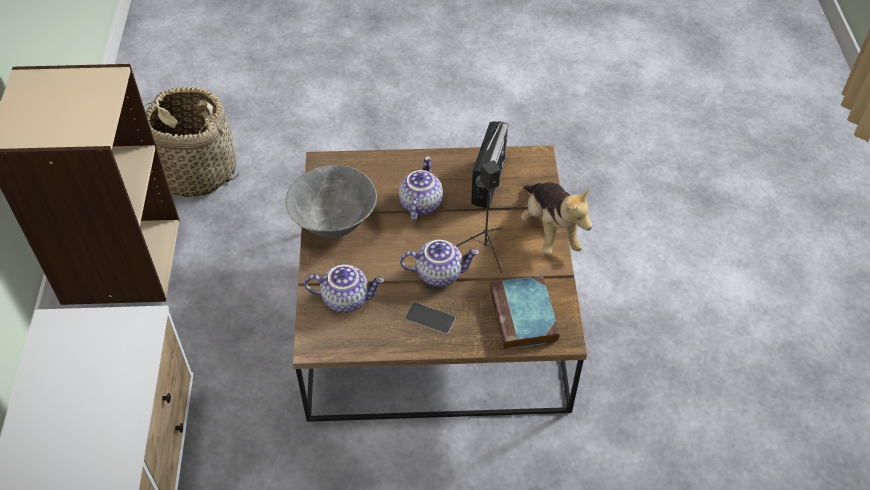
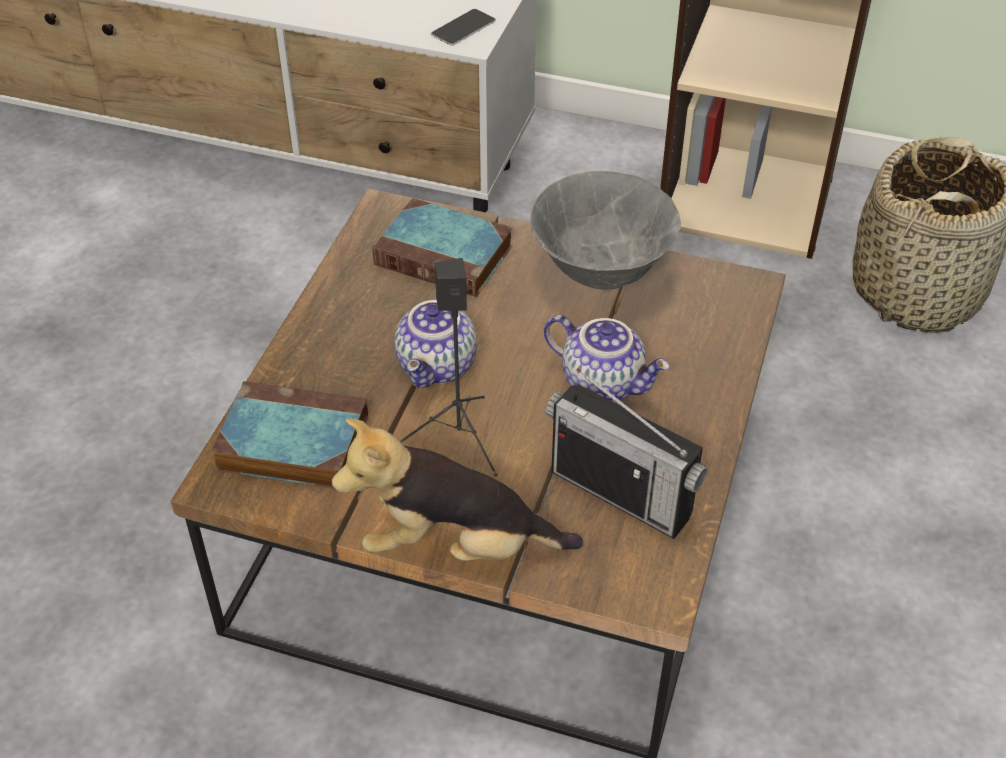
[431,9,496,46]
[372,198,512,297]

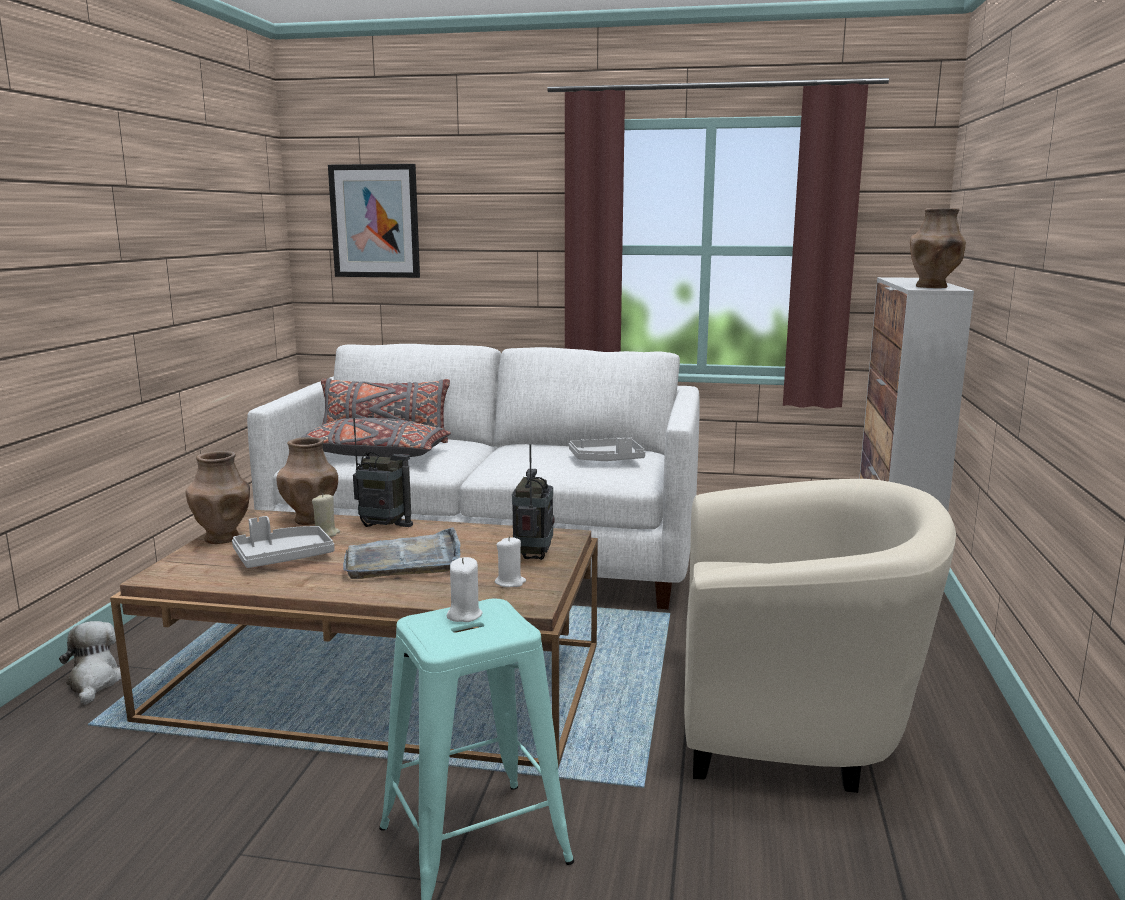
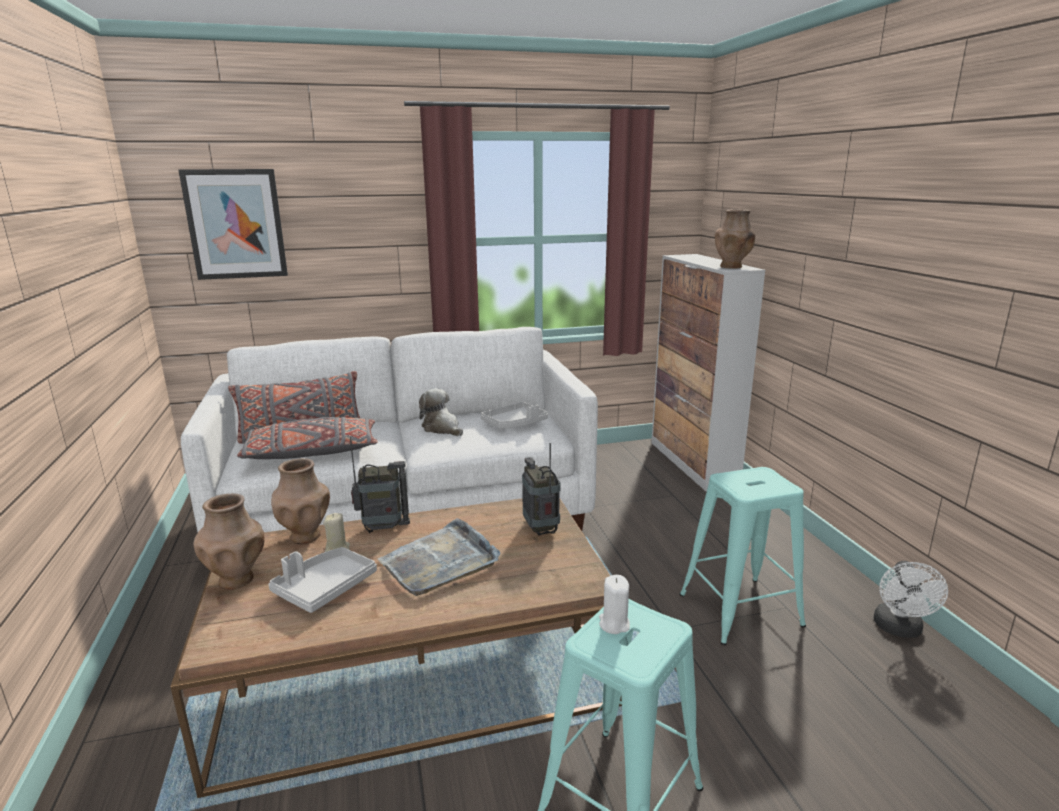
[495,536,526,587] (first image)
[874,561,948,638]
[419,388,463,436]
[680,467,806,645]

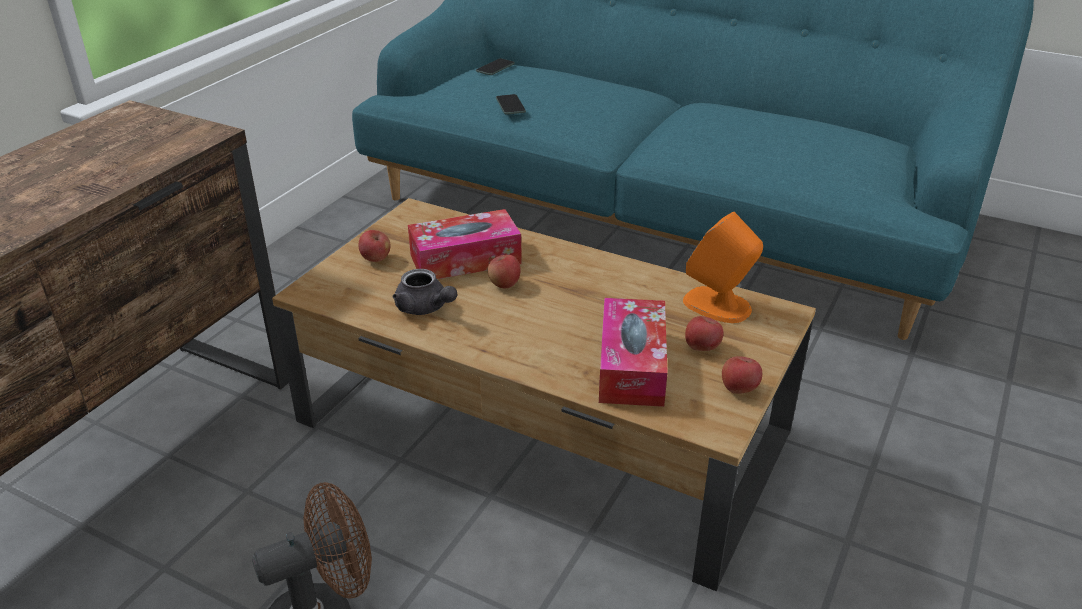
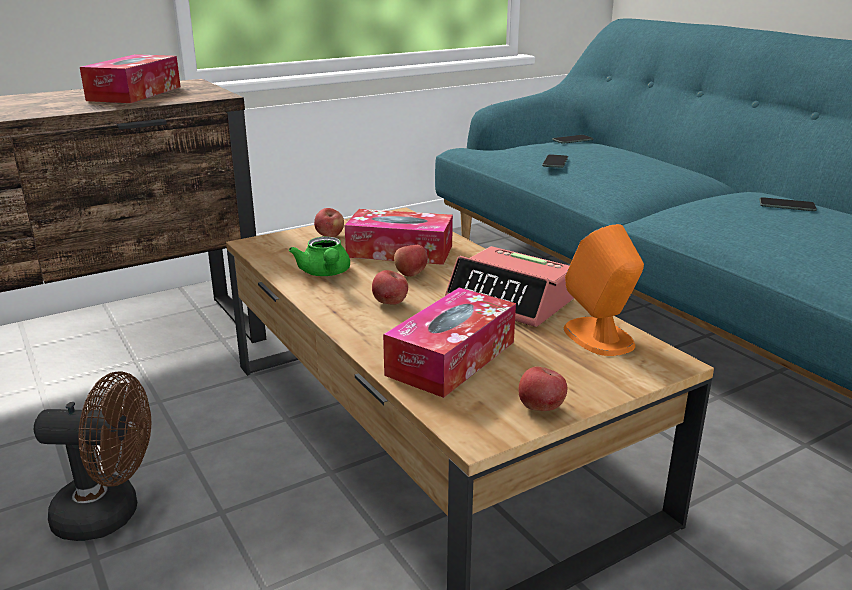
[80,54,181,103]
[445,246,574,327]
[759,197,817,211]
[372,270,408,304]
[289,237,350,276]

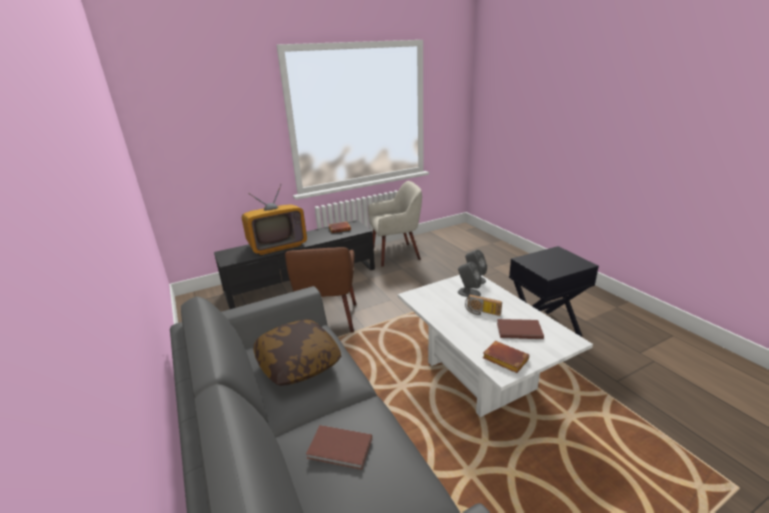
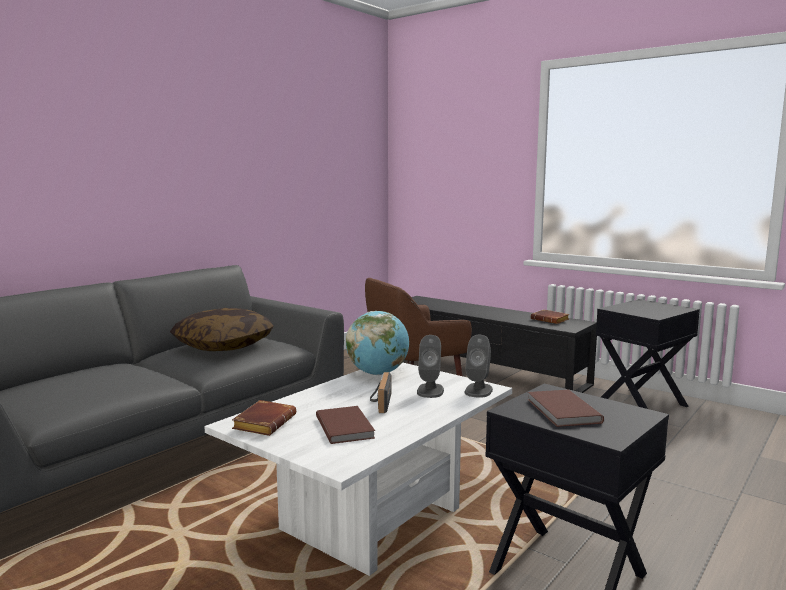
[242,184,307,255] (first image)
[346,311,409,375]
[527,390,604,427]
[596,299,700,409]

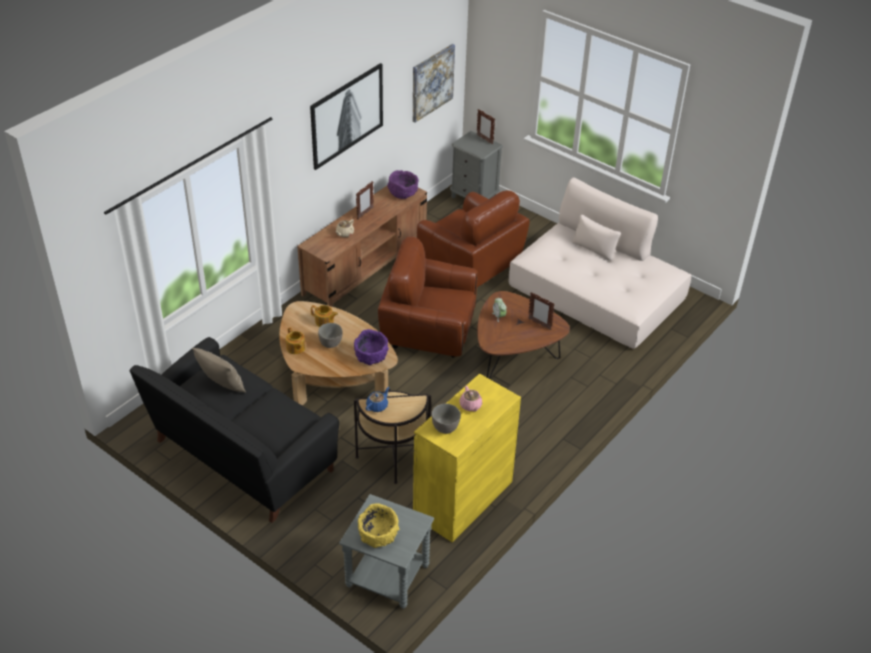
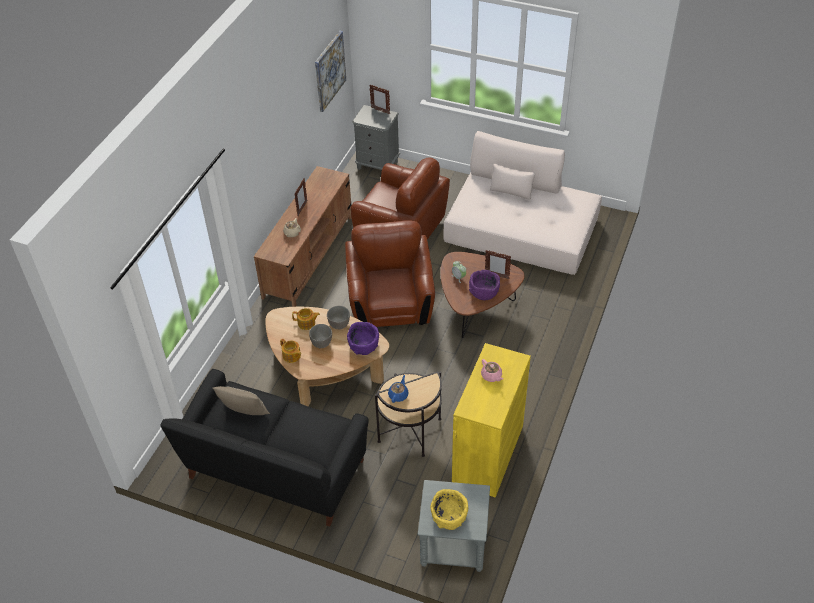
[310,63,383,170] (first image)
[469,270,500,300]
[327,306,350,329]
[345,220,435,327]

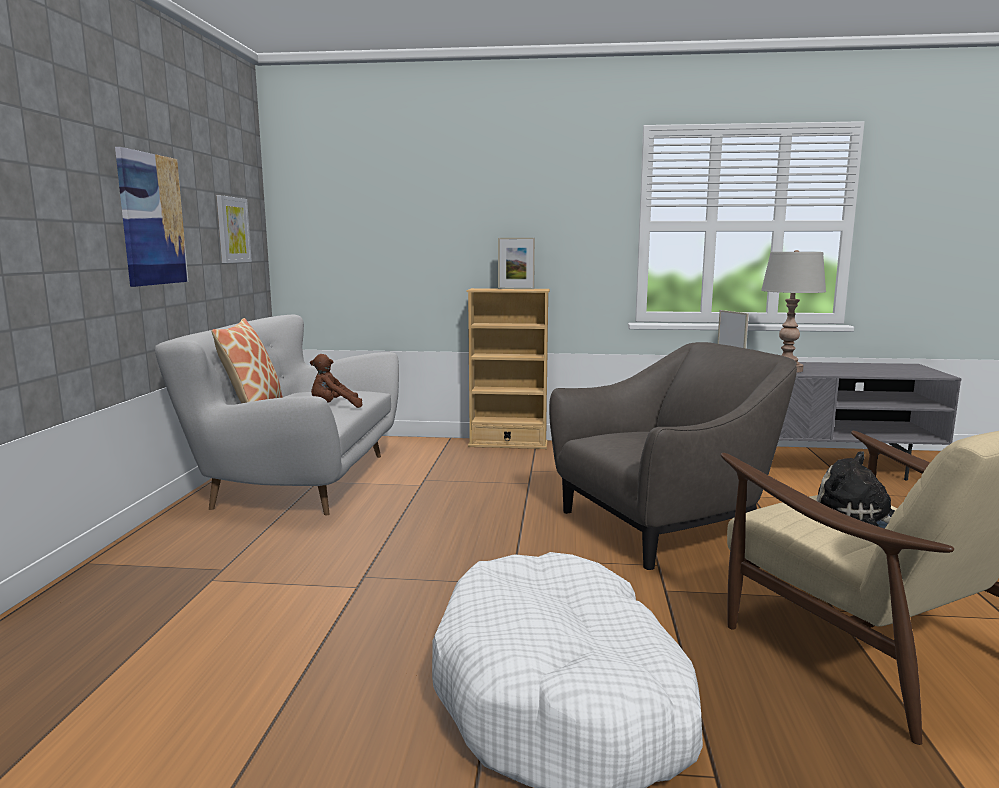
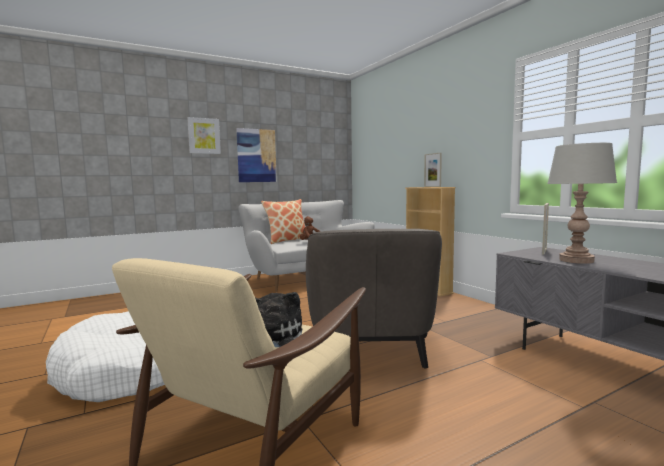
[187,117,221,154]
[306,229,442,369]

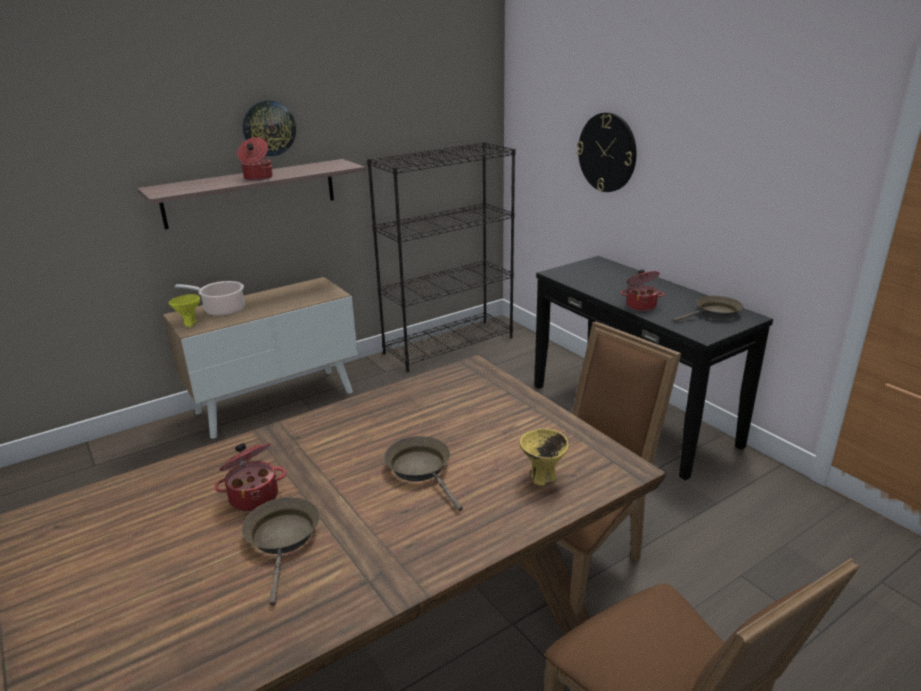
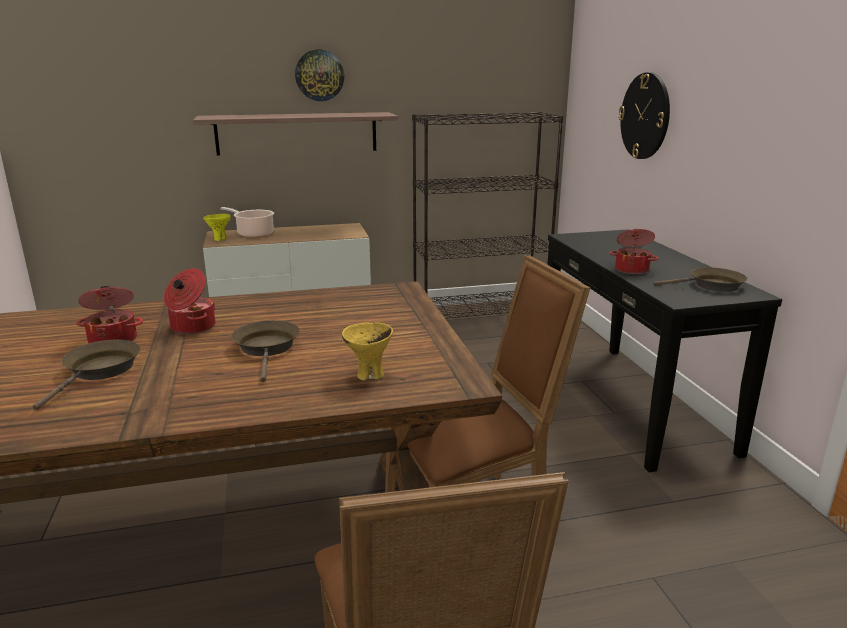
[164,268,215,335]

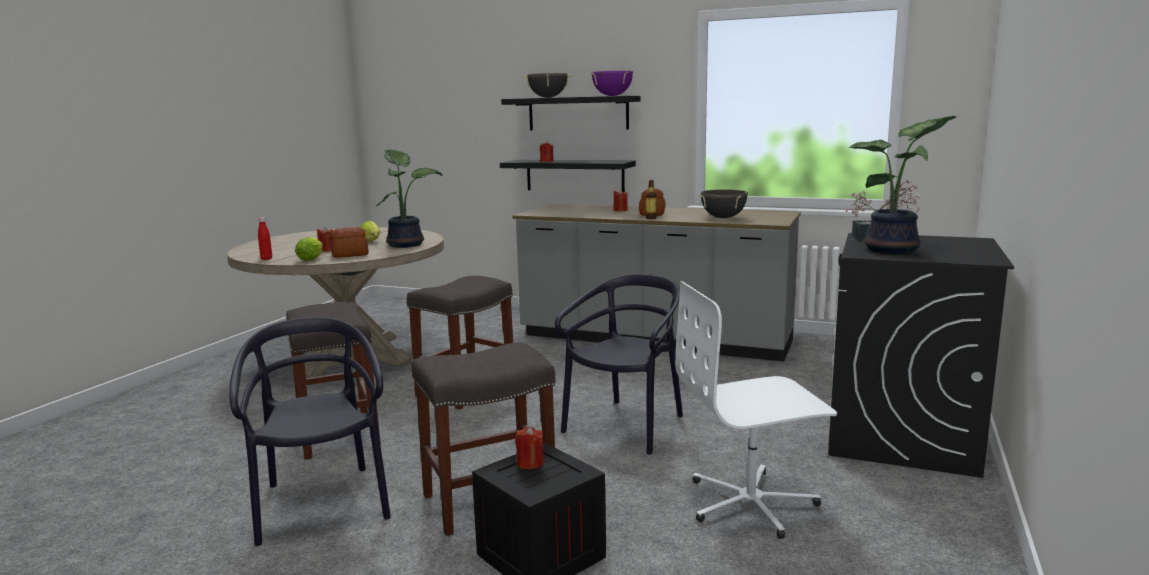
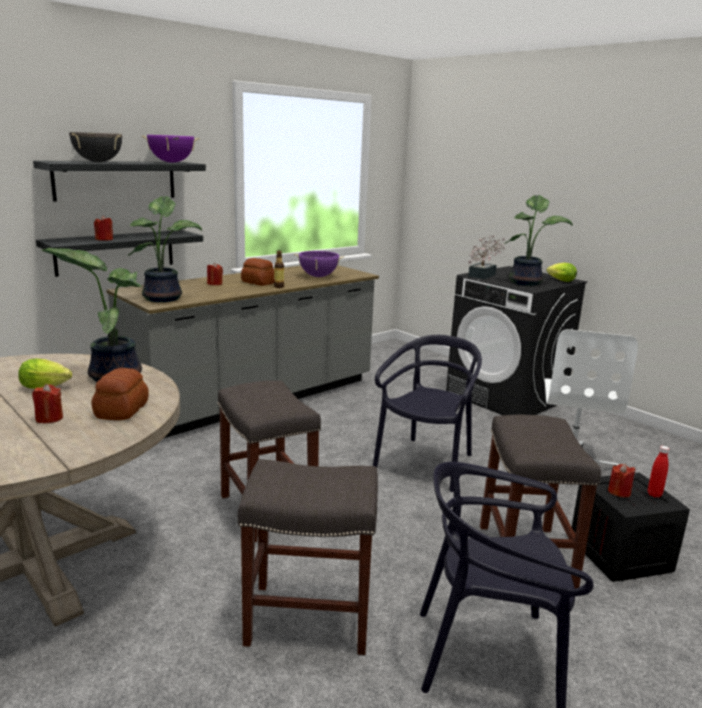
[128,196,202,302]
[648,446,669,498]
[546,263,577,282]
[294,251,344,277]
[373,335,482,492]

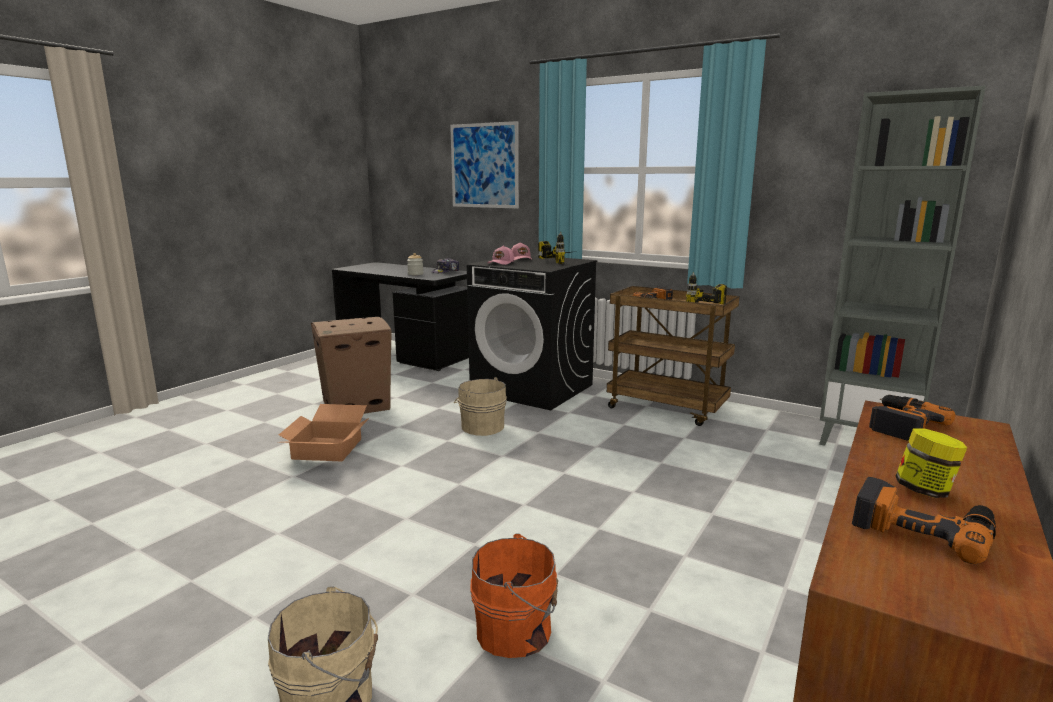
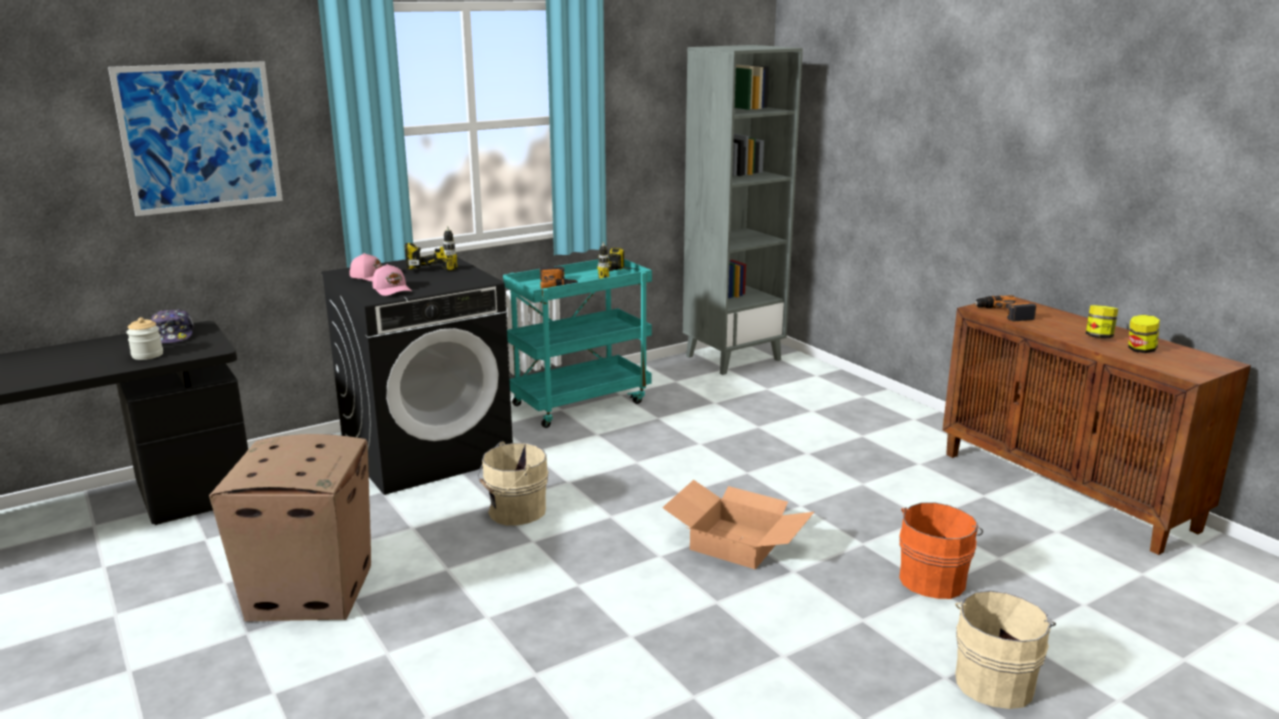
[662,480,814,569]
[1128,315,1160,353]
[503,259,652,428]

